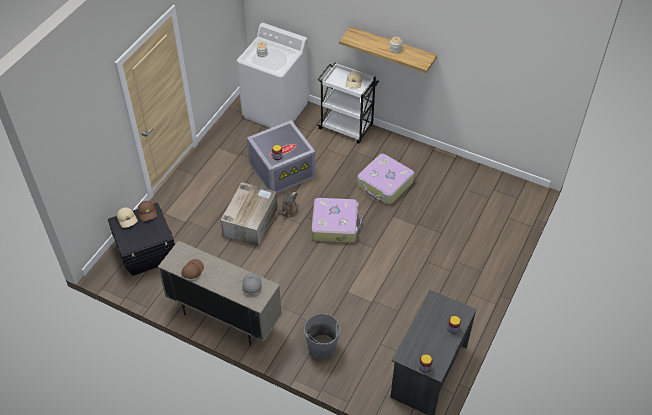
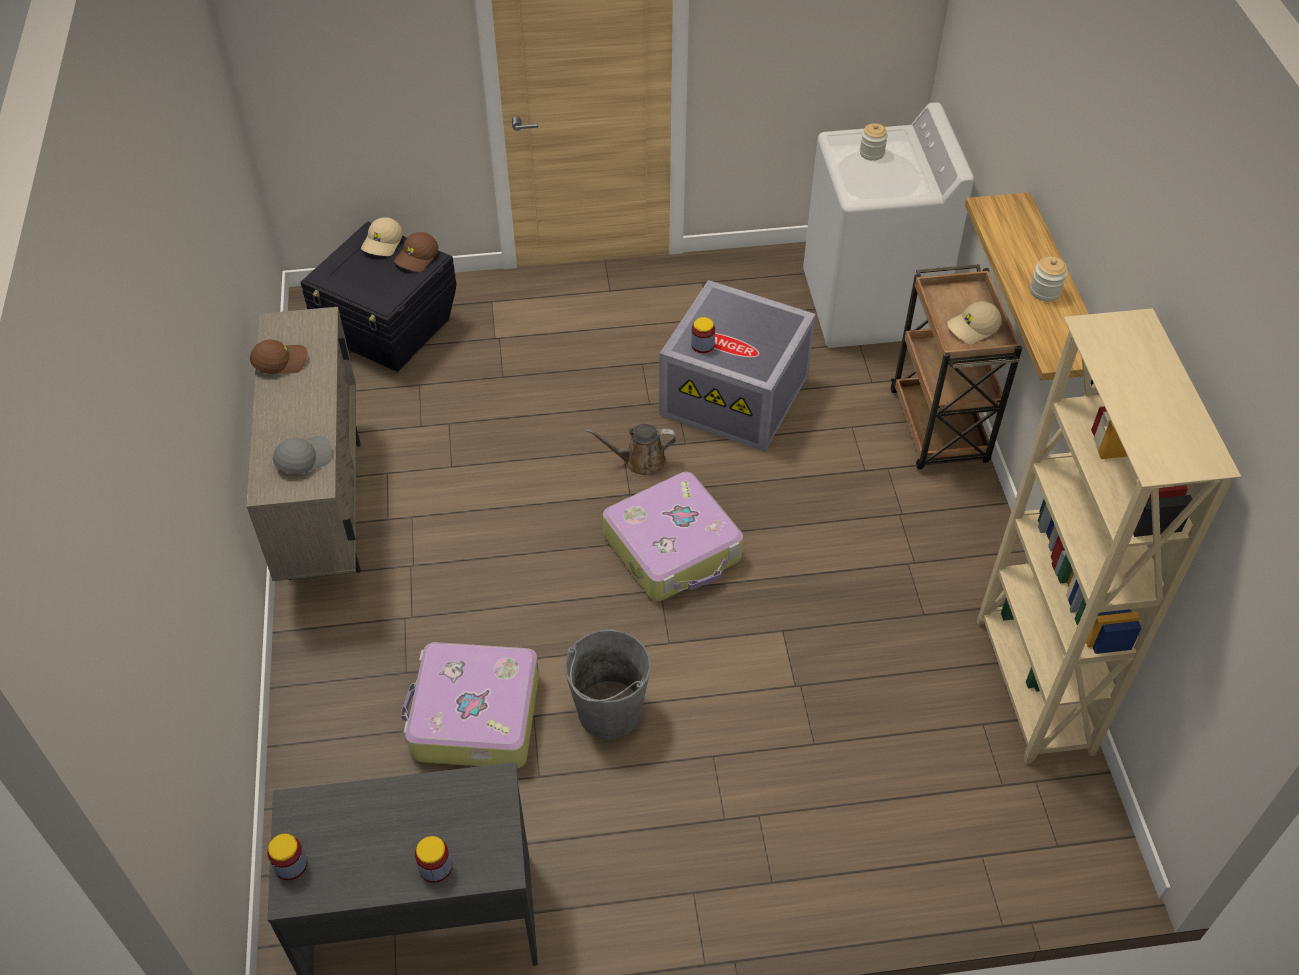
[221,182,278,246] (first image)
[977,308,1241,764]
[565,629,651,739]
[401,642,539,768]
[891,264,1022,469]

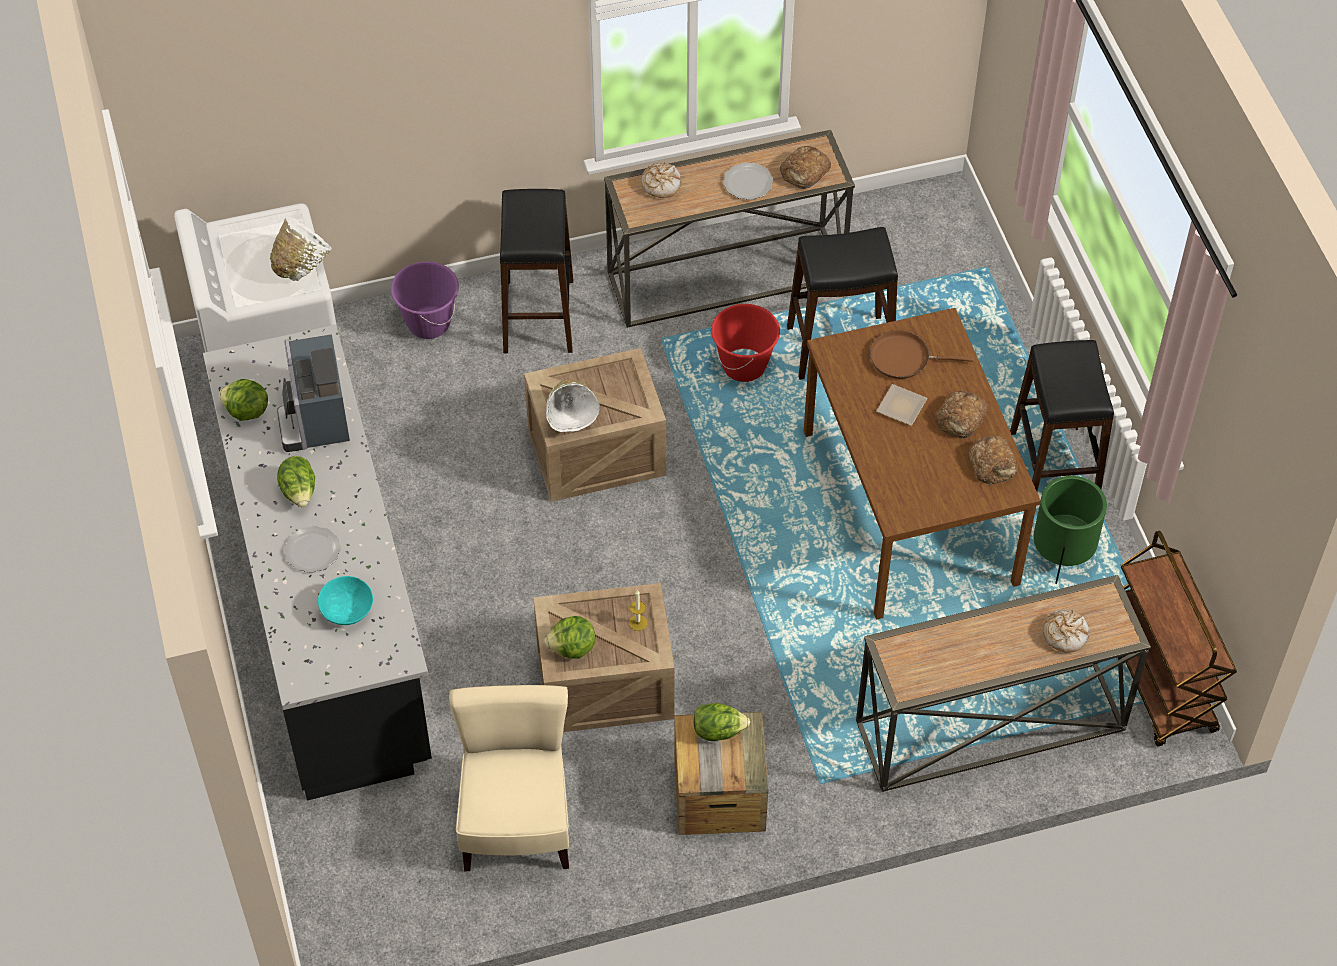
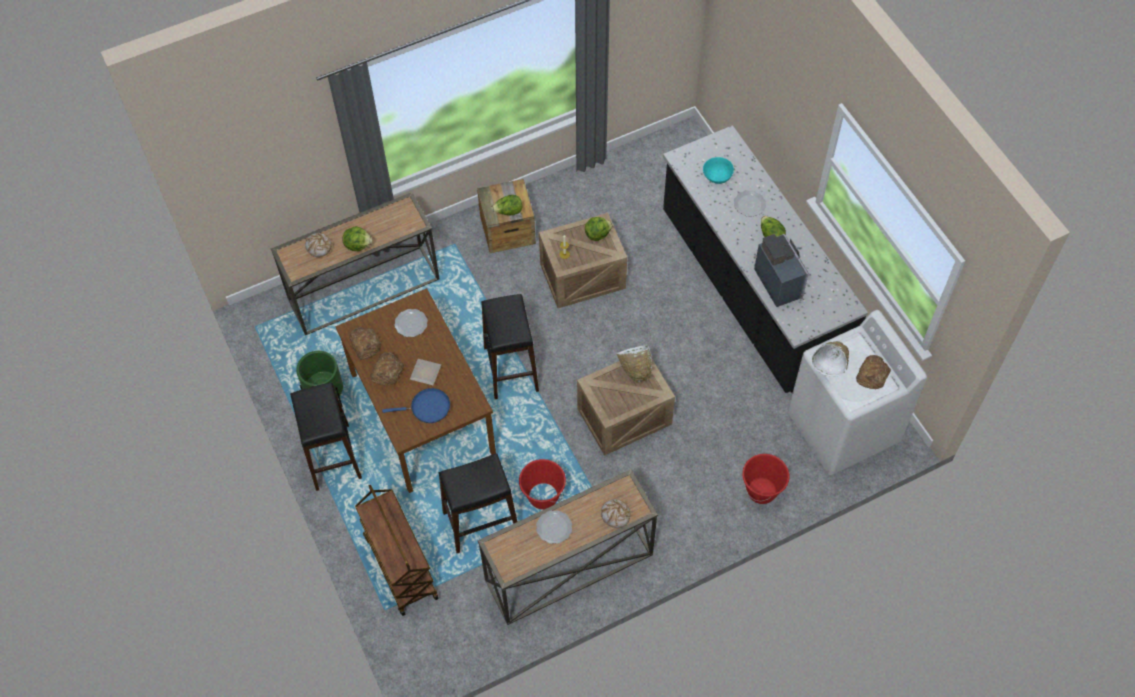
[449,685,569,871] (first image)
[394,309,428,337]
[342,226,372,251]
[481,294,539,399]
[856,355,891,389]
[355,485,439,616]
[742,454,790,504]
[382,388,450,423]

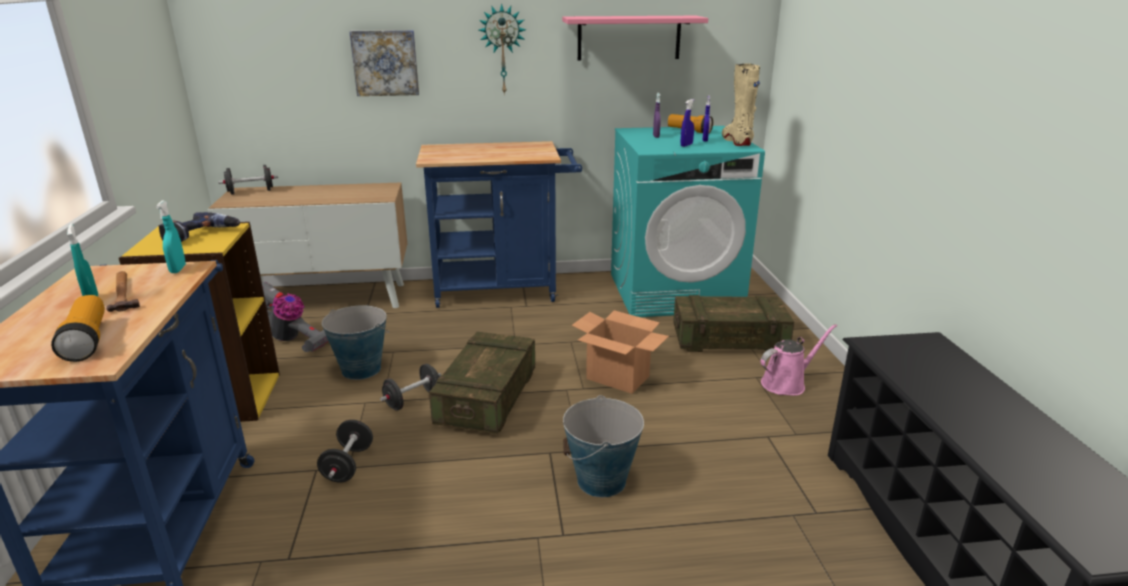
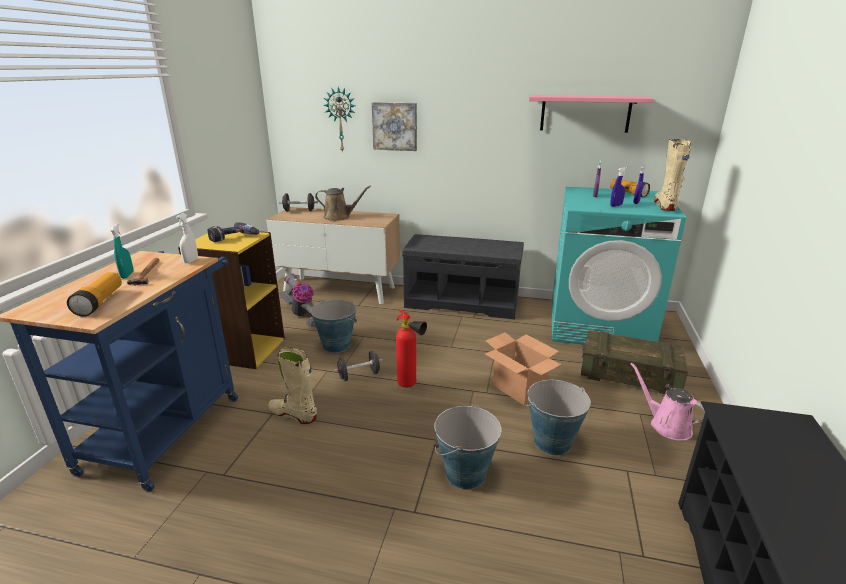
[315,186,371,221]
[525,380,591,455]
[323,86,355,153]
[268,347,317,424]
[402,234,524,320]
[396,310,427,388]
[176,213,198,263]
[631,363,705,441]

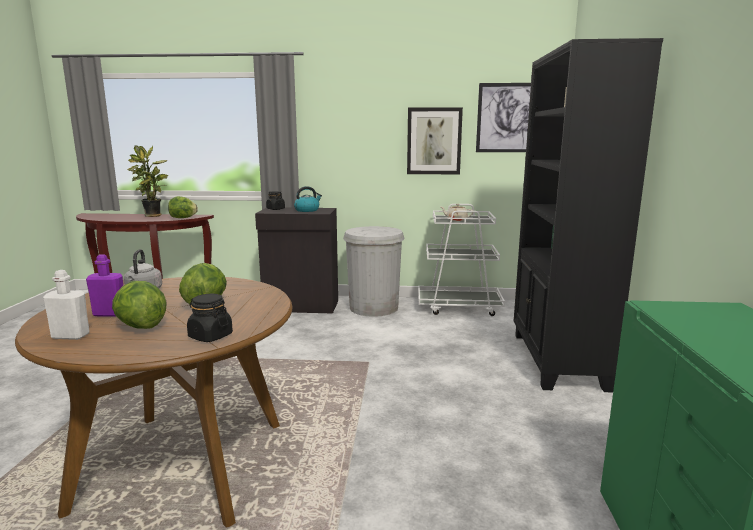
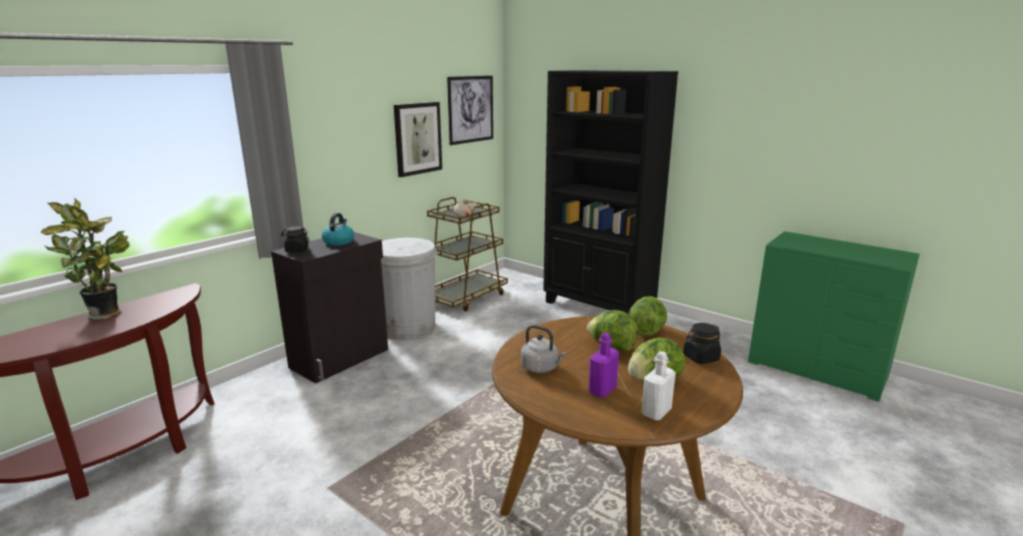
[629,296,667,336]
[427,197,508,311]

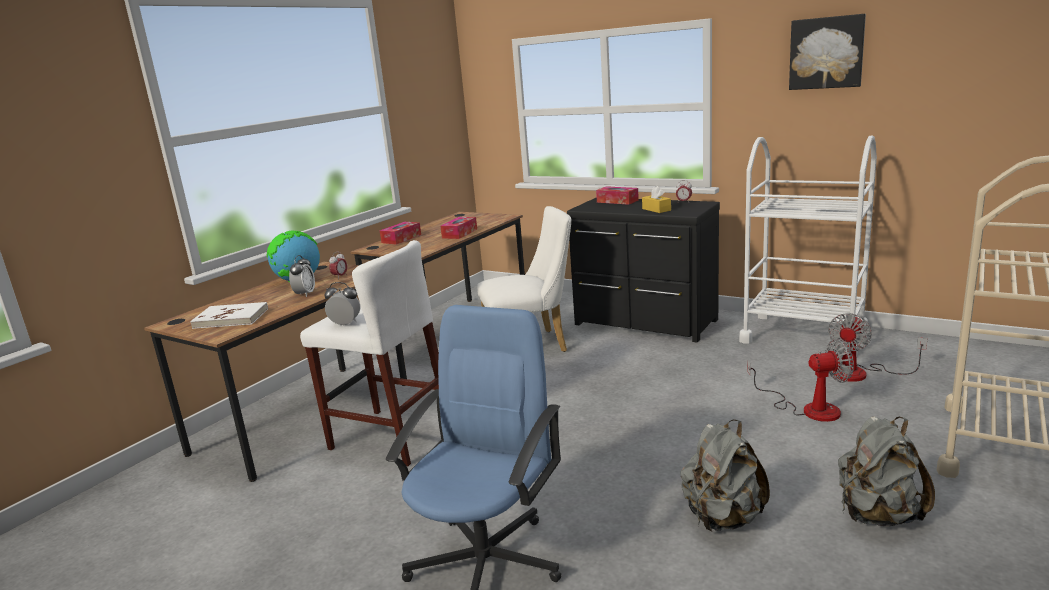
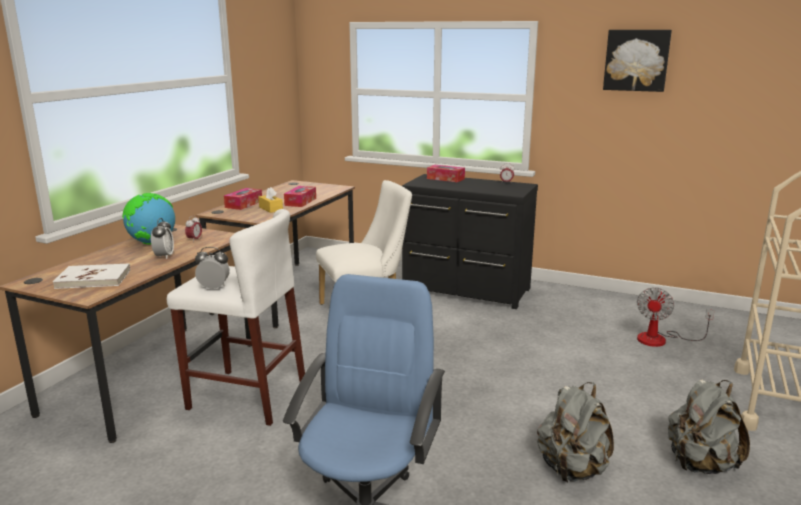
[739,136,877,357] (first image)
[747,339,854,422] (first image)
[258,187,283,213]

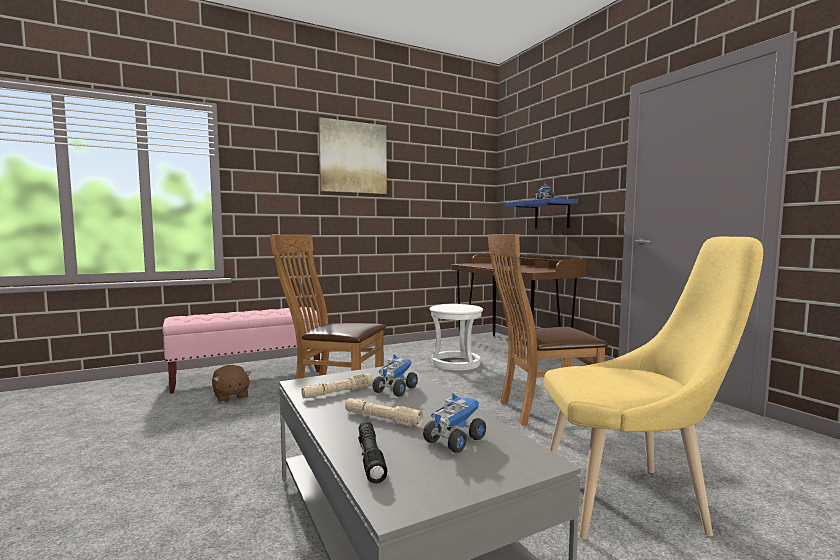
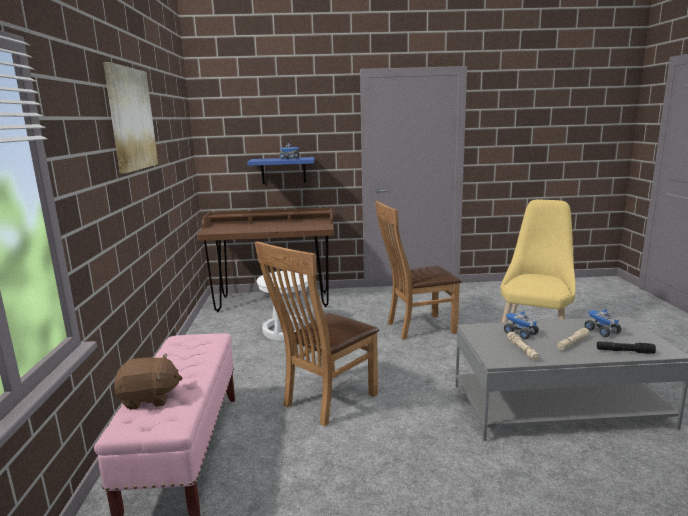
[114,354,182,410]
[375,201,462,340]

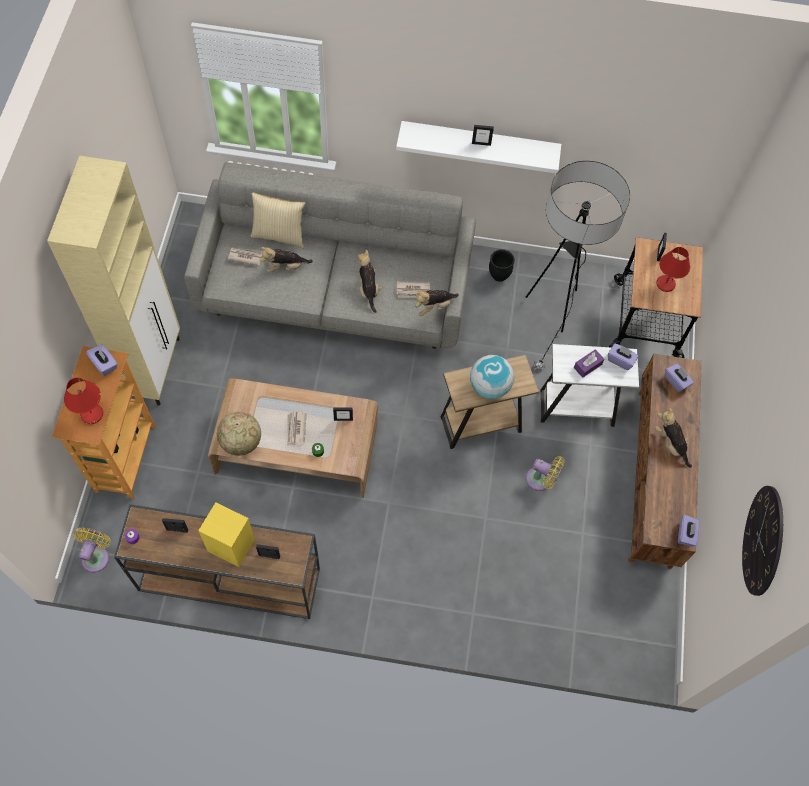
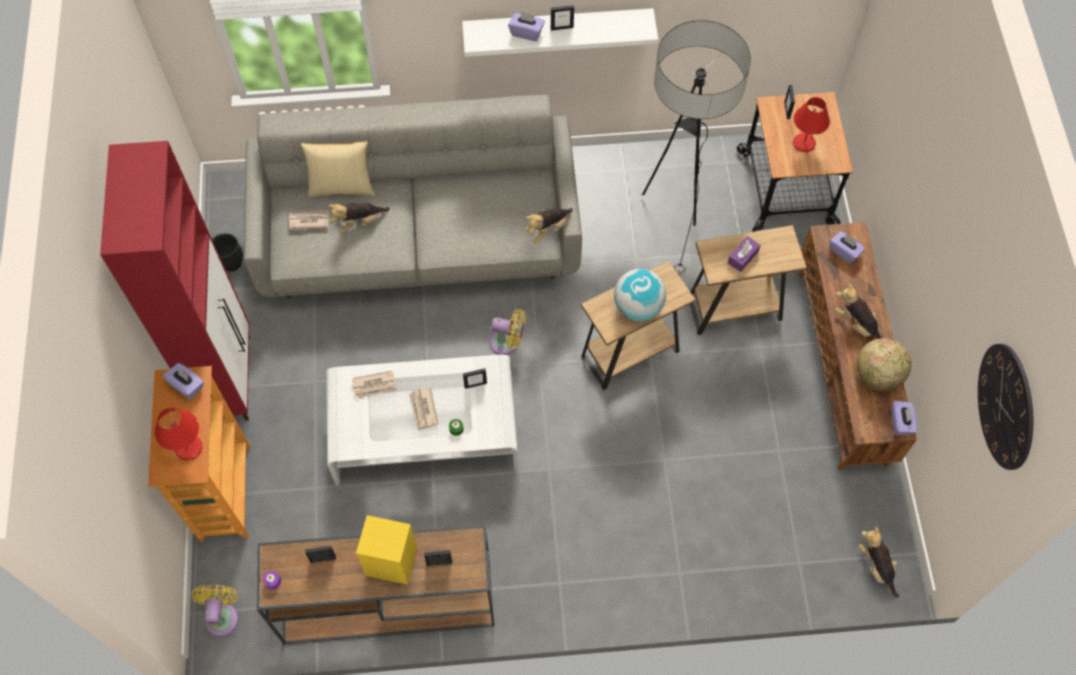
[857,338,911,391]
[859,526,899,598]
[352,371,397,399]
[212,233,243,272]
[489,309,526,355]
[508,11,545,41]
[100,141,250,421]
[326,354,518,486]
[690,225,807,335]

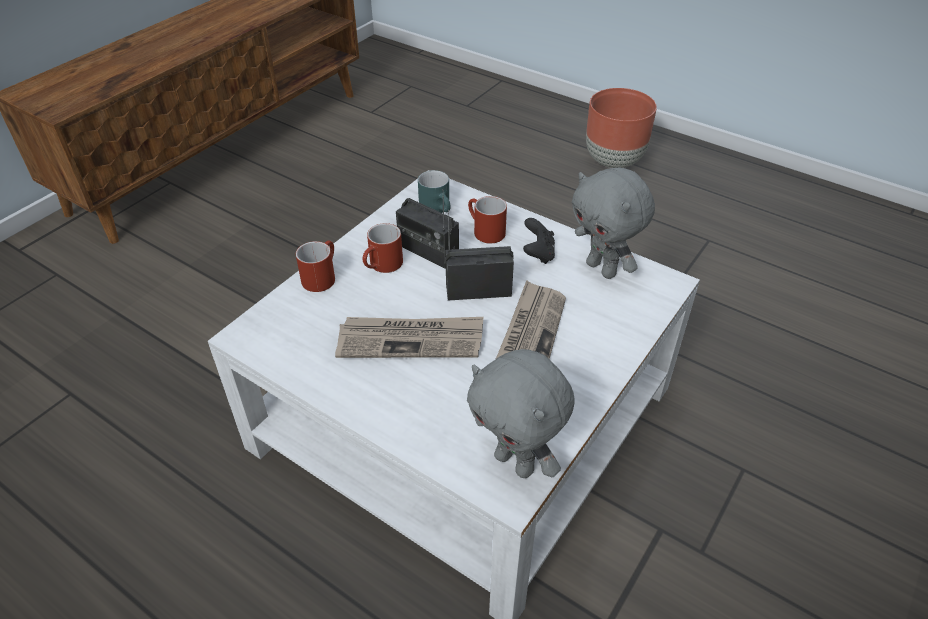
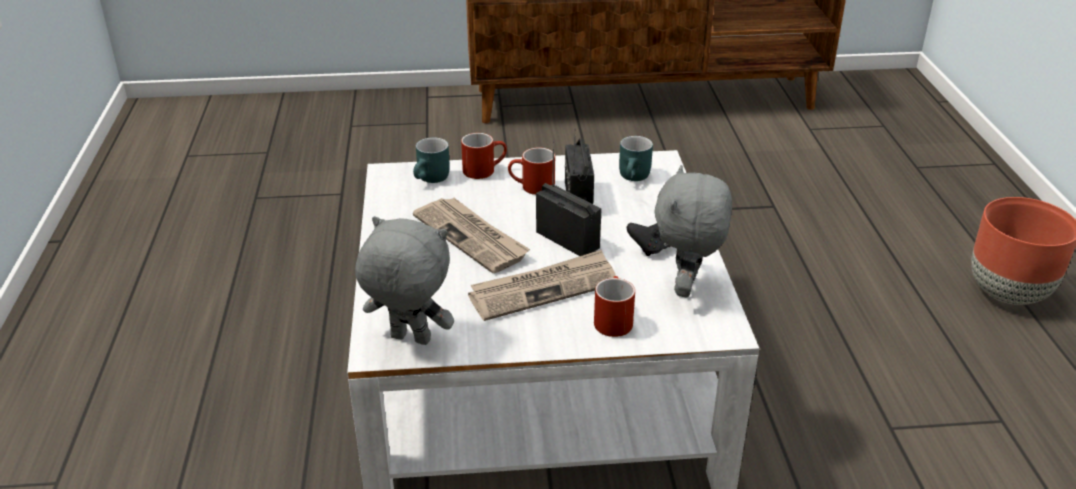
[413,137,450,183]
[594,276,635,337]
[355,216,454,345]

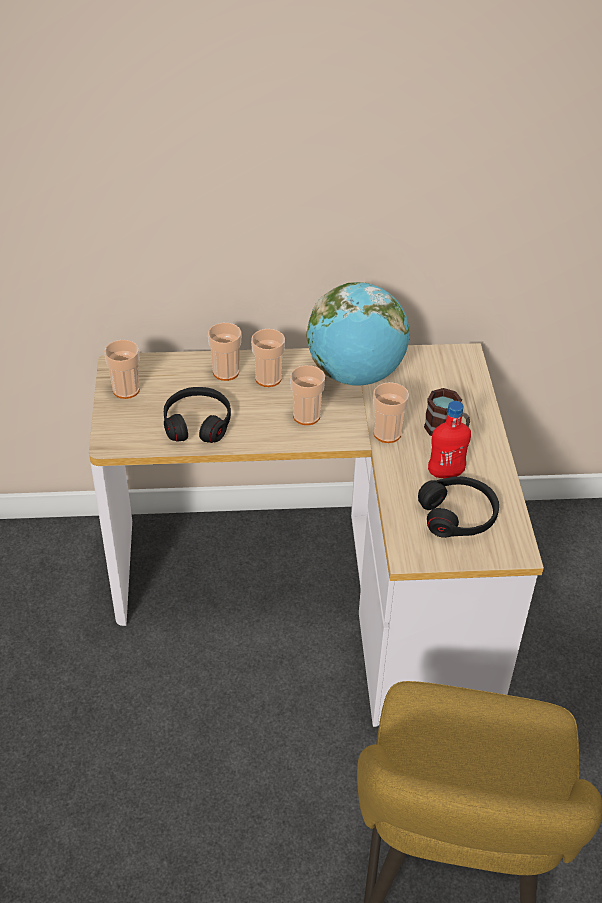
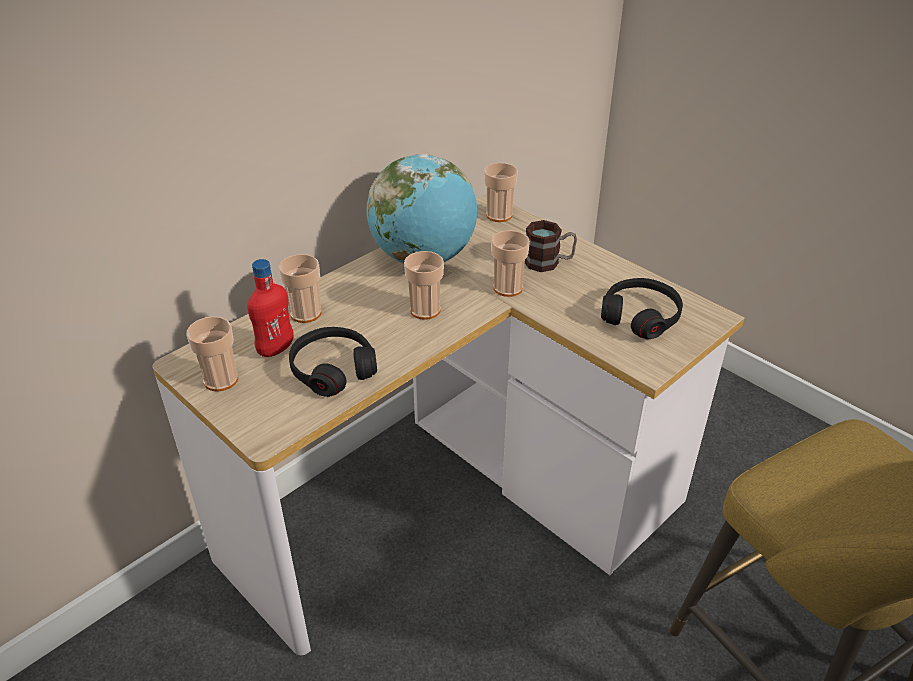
[484,163,518,222]
[247,259,294,357]

